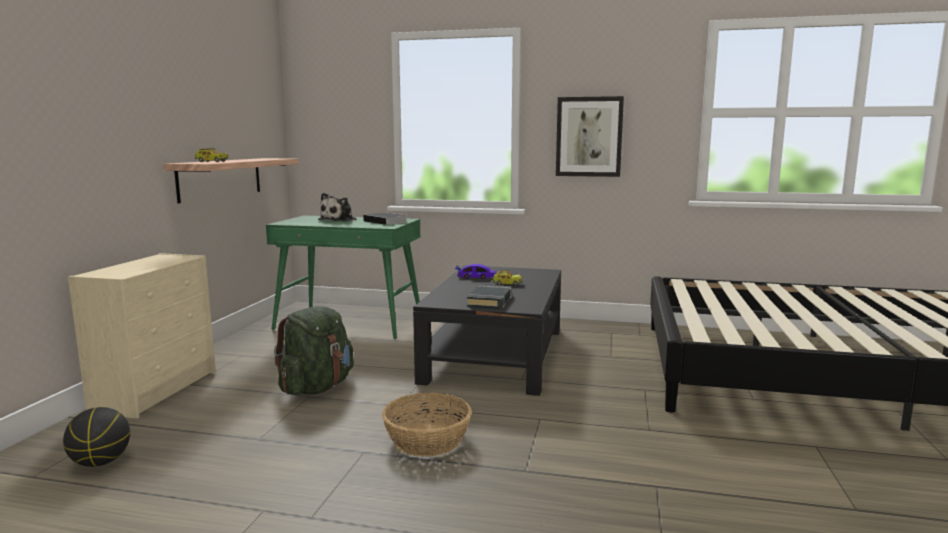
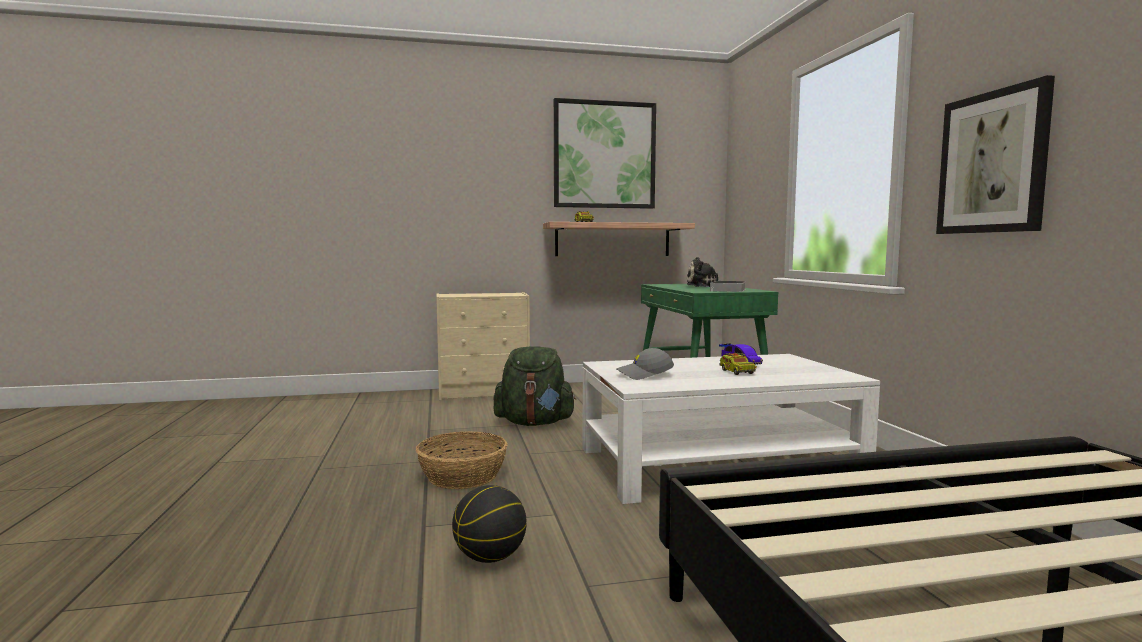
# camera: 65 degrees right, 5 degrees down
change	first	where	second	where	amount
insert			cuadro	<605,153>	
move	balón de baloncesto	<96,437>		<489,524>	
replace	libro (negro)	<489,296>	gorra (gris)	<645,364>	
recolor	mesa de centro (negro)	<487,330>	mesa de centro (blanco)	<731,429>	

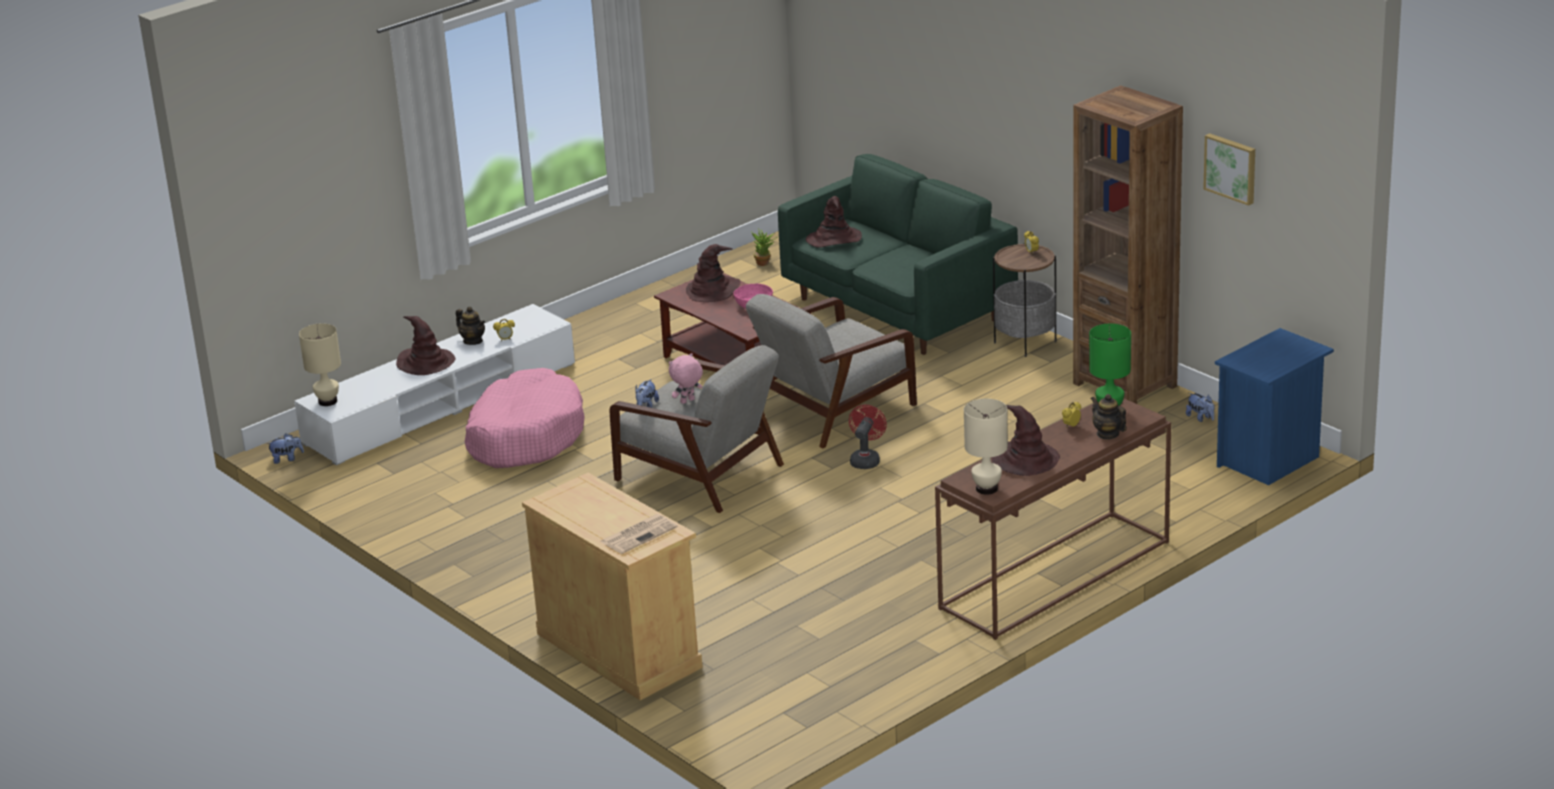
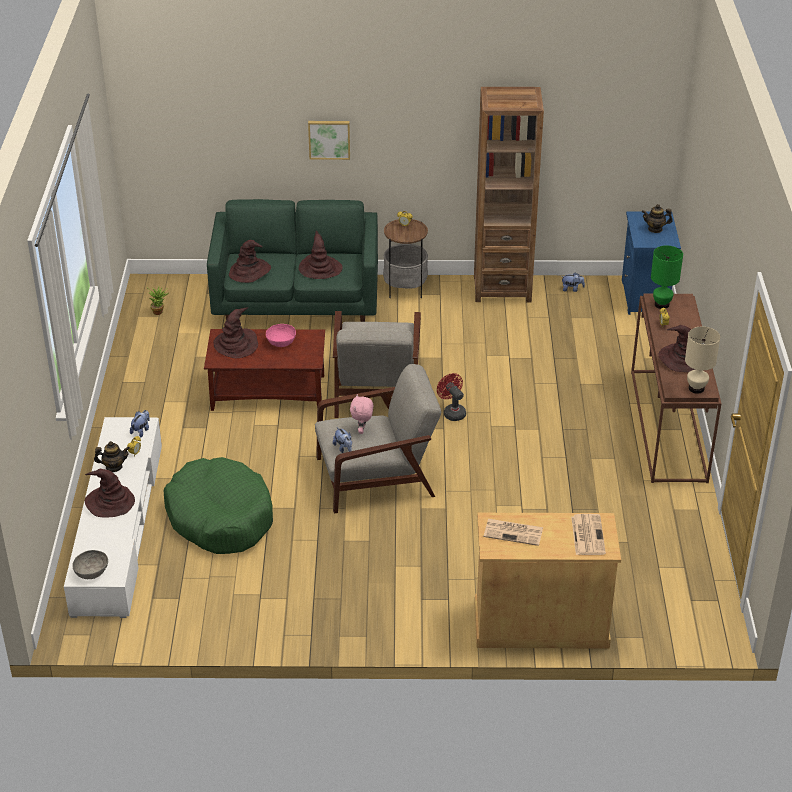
# camera: 50 degrees left, 10 degrees up
change	first	where	second	where	amount
insert			sombrero (marrón)	<321,255>	
insert			periódico	<513,532>	
move	peluche	<285,449>		<140,423>	
move	tetera	<1109,417>		<657,218>	
move	cuadro	<1229,169>		<329,140>	
replace	lámpara de mesa (beis)	<320,364>	cuenco (gris)	<90,564>	
recolor	cama para perro (rosa)	<525,418>	cama para perro (verde)	<218,505>	

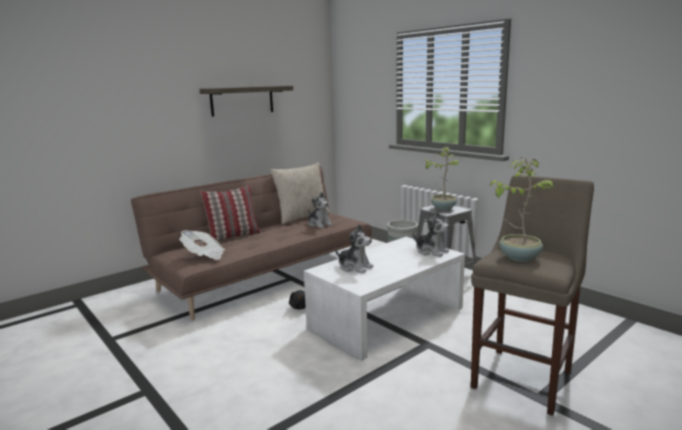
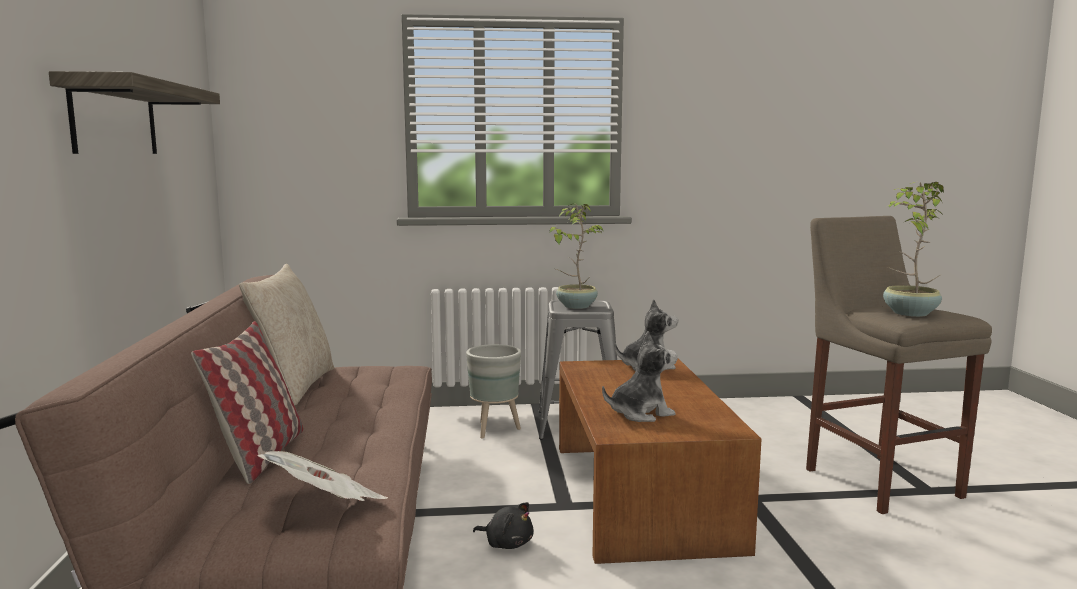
# camera: 55 degrees left, 5 degrees down
change	first	where	second	where	amount
delete	peluche	<320,210>			
recolor	mesa de centro (blanco)	<384,299>	mesa de centro (marrón)	<660,461>	

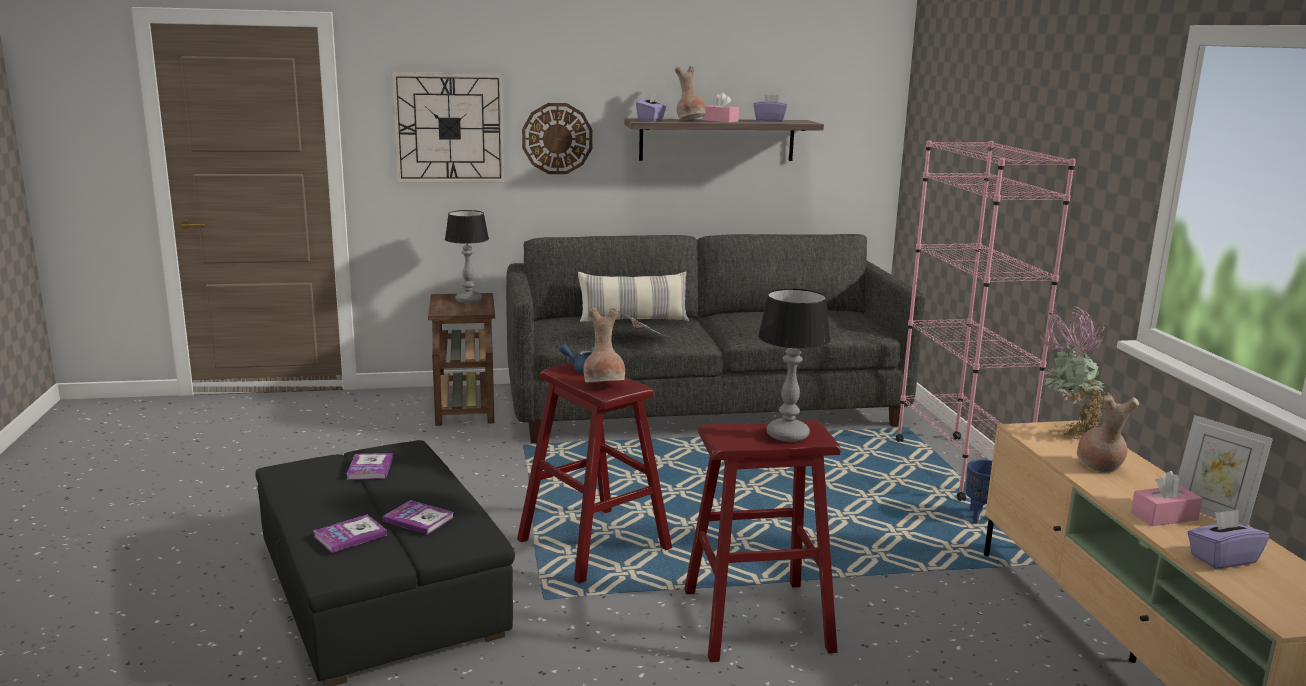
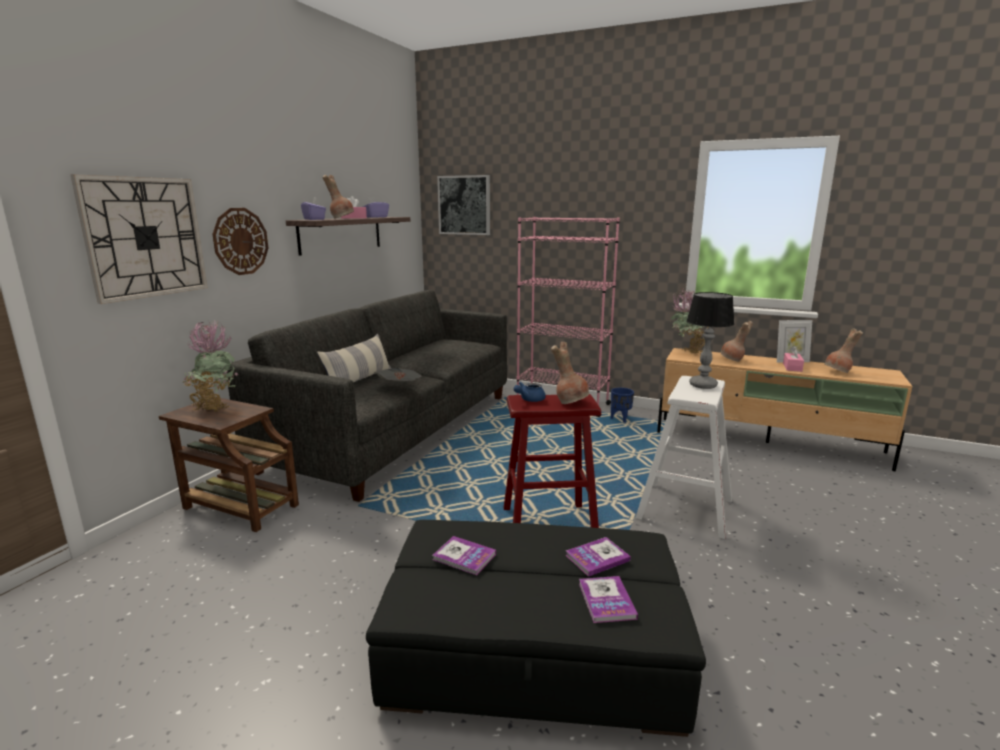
# camera: 55 degrees left, 0 degrees up
change	first	where	second	where	amount
insert			cuadro	<463,205>	
replace	lámpara de mesa	<467,256>	planta en maceta	<211,366>	
replace	caja de pañuelos (morado)	<1228,539>	florero (marrón)	<844,351>	
recolor	taburete (rojo)	<762,541>	taburete (blanco)	<683,457>	

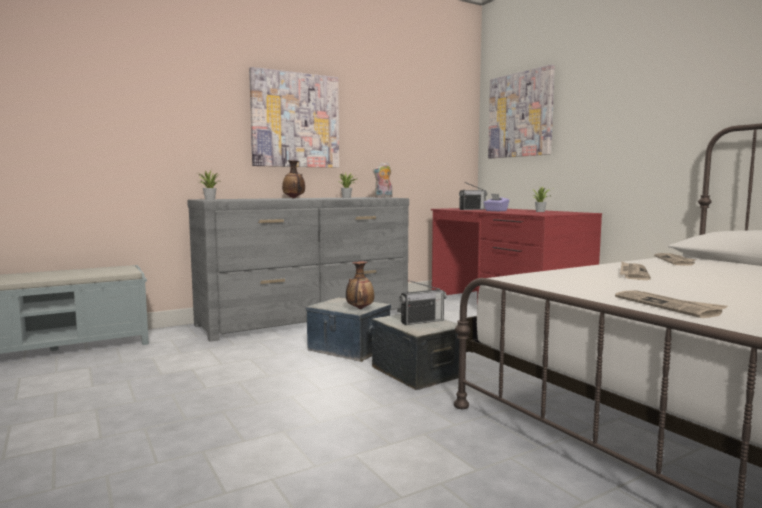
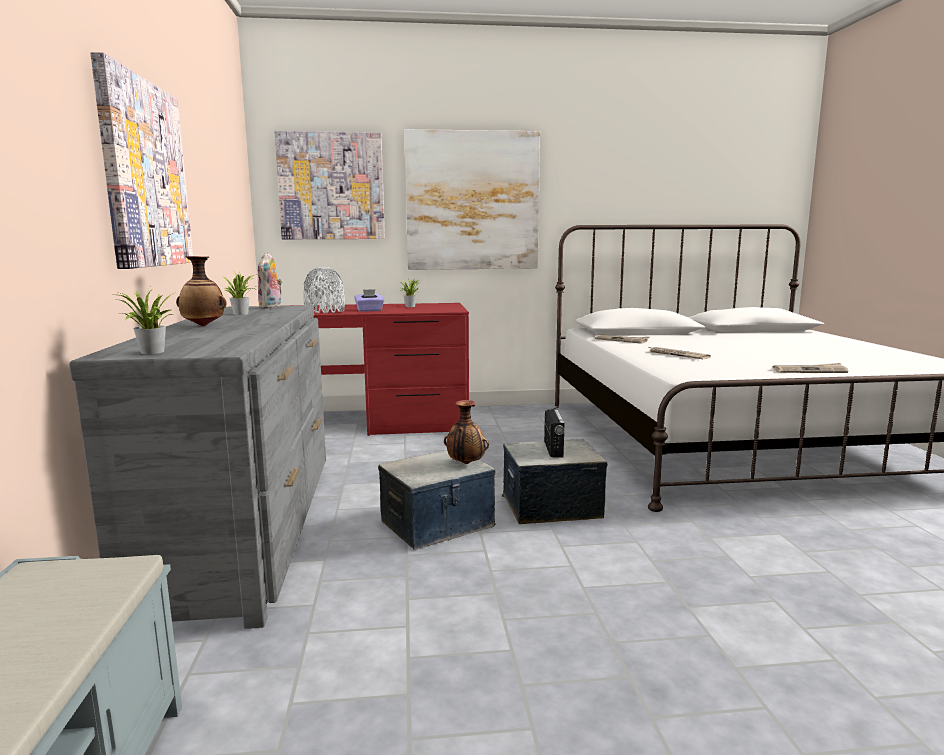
# camera: 65 degrees left, 5 degrees up
change	first	where	second	where	amount
insert			cuadro	<472,199>	
replace	radio	<473,196>	florero (gris)	<324,290>	

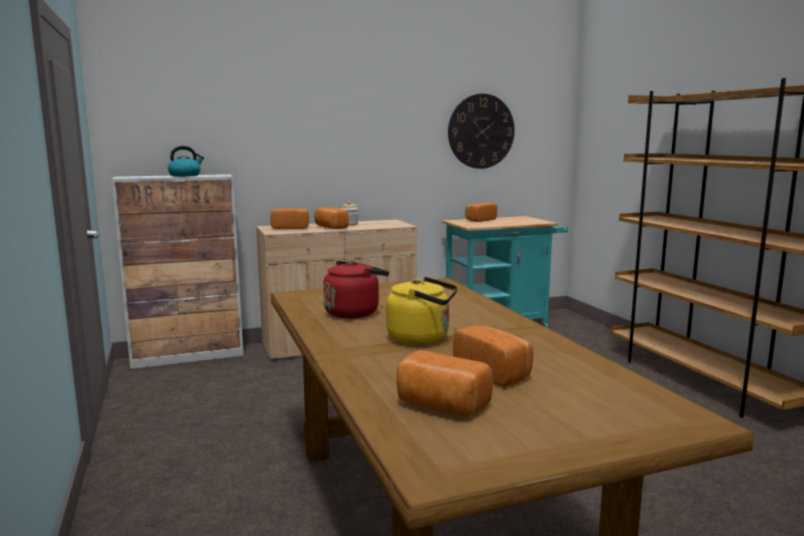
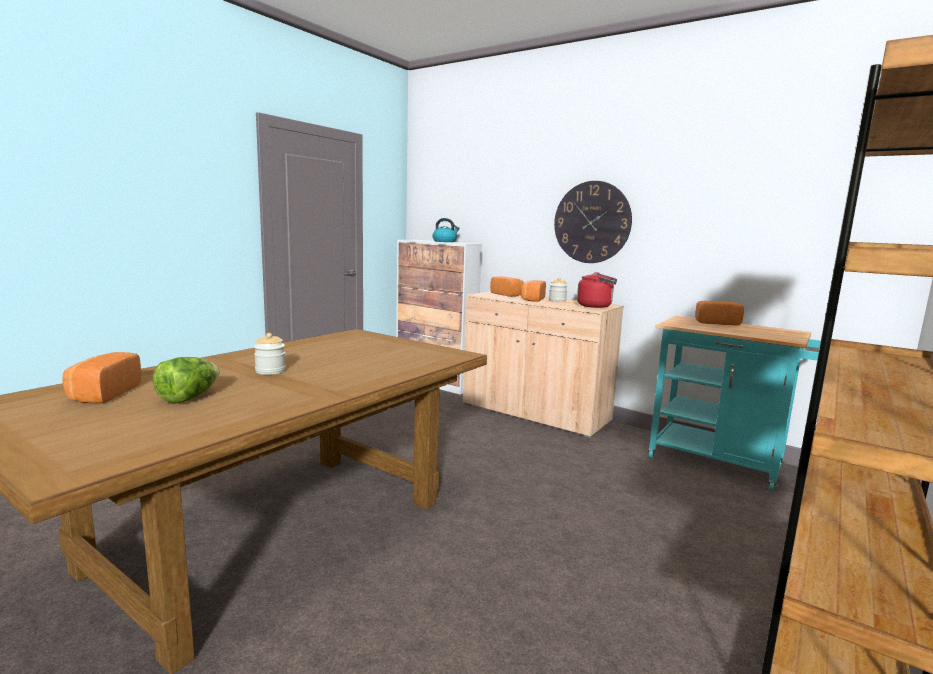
# camera: 55 degrees right, 0 degrees up
change	first	where	second	where	amount
move	hervidor (rojo)	<356,289>		<597,290>	
move	reloj de pared	<481,131>		<593,222>	
replace	hervidor (amarillo)	<422,311>	tarro	<270,354>	
replace	pan	<493,356>	lechuga	<186,380>	

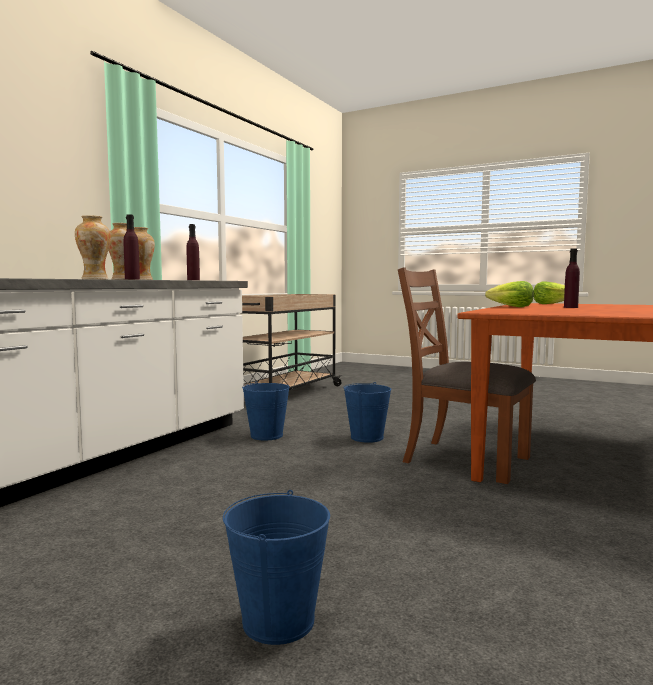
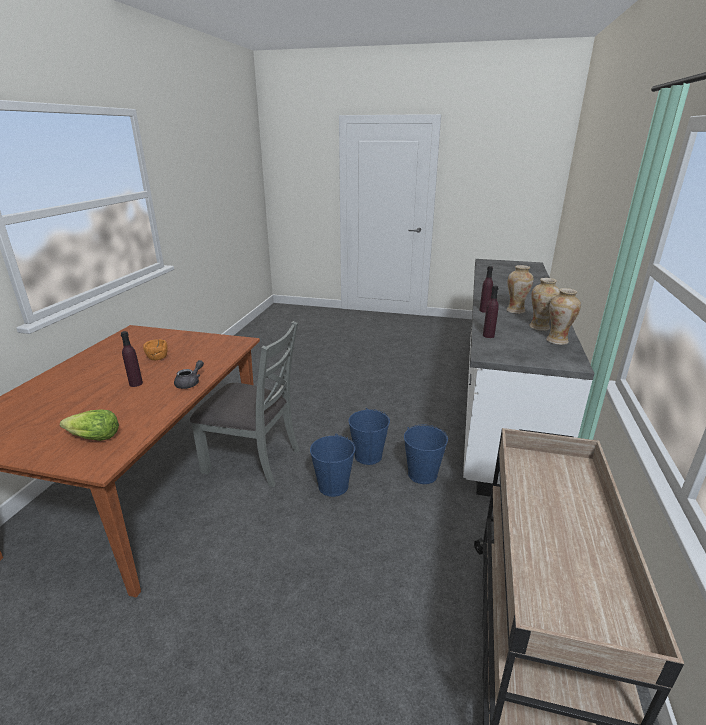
# camera: 165 degrees right, 20 degrees up
change	first	where	second	where	amount
insert			cuenco (naranja)	<155,349>	
move	cubo (azul)	<276,567>		<369,436>	
replace	lechuga	<509,294>	tetera (gris)	<189,374>	
recolor	silla (marrón)	<467,375>	silla (gris)	<245,404>	

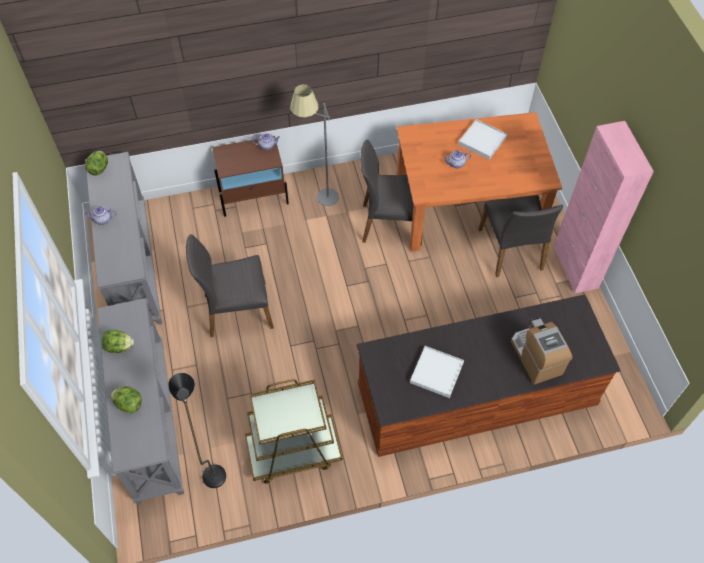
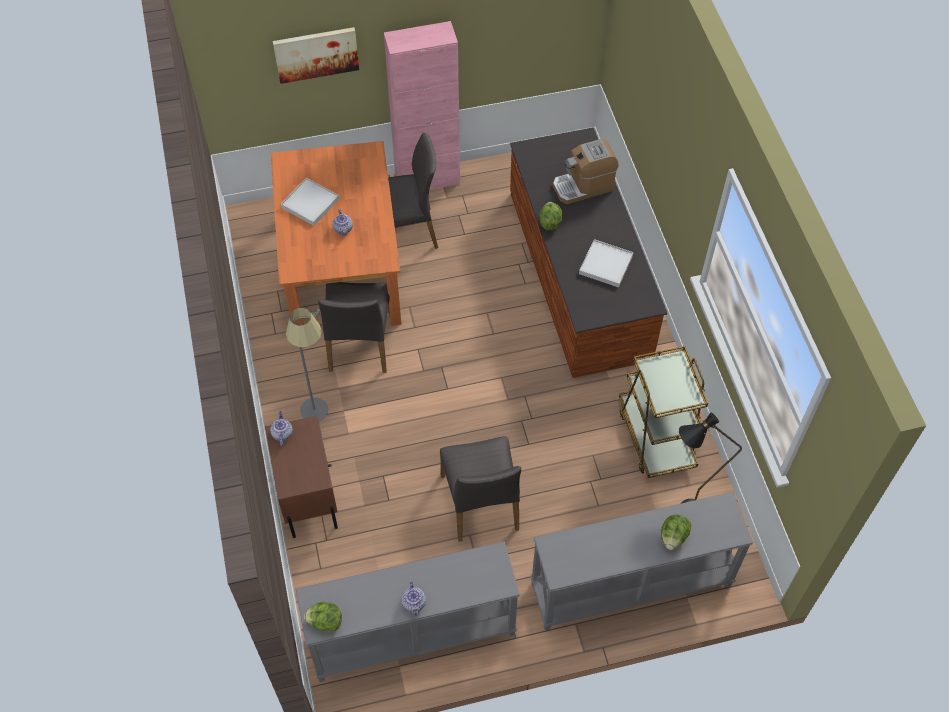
# camera: 90 degrees left, 0 degrees up
change	first	where	second	where	amount
insert			cuadro	<316,55>	
move	lechuga	<118,341>		<551,216>	

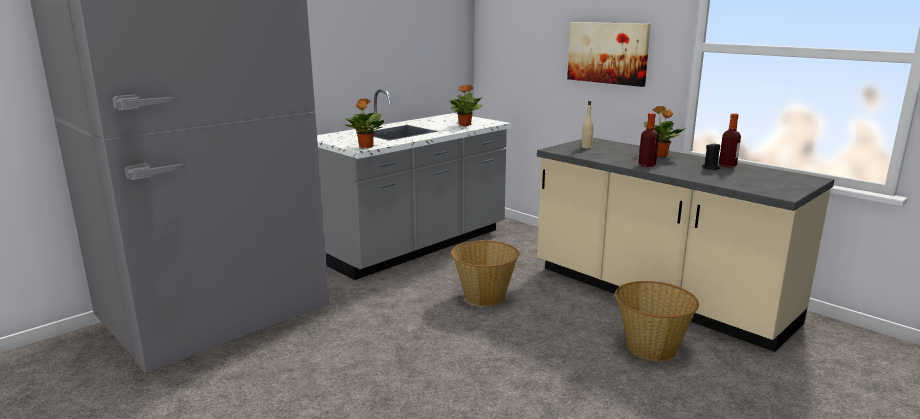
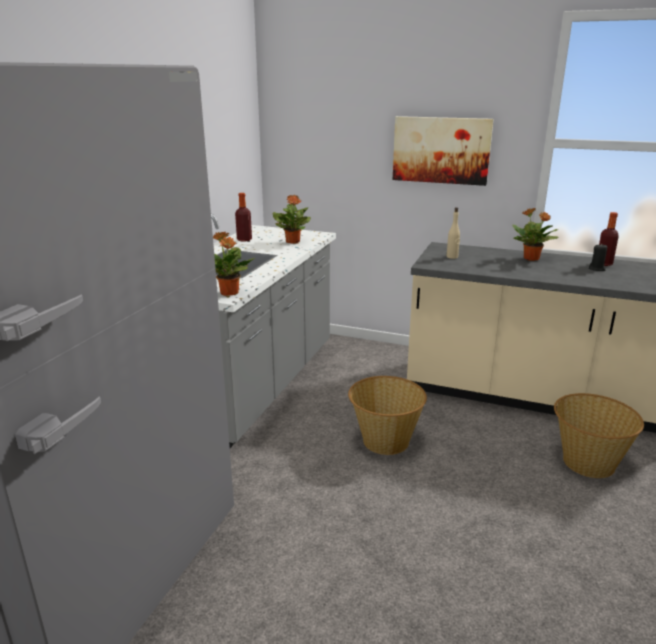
# camera: 25 degrees left, 5 degrees up
change	first	where	second	where	amount
move	botella	<649,140>		<243,217>	

